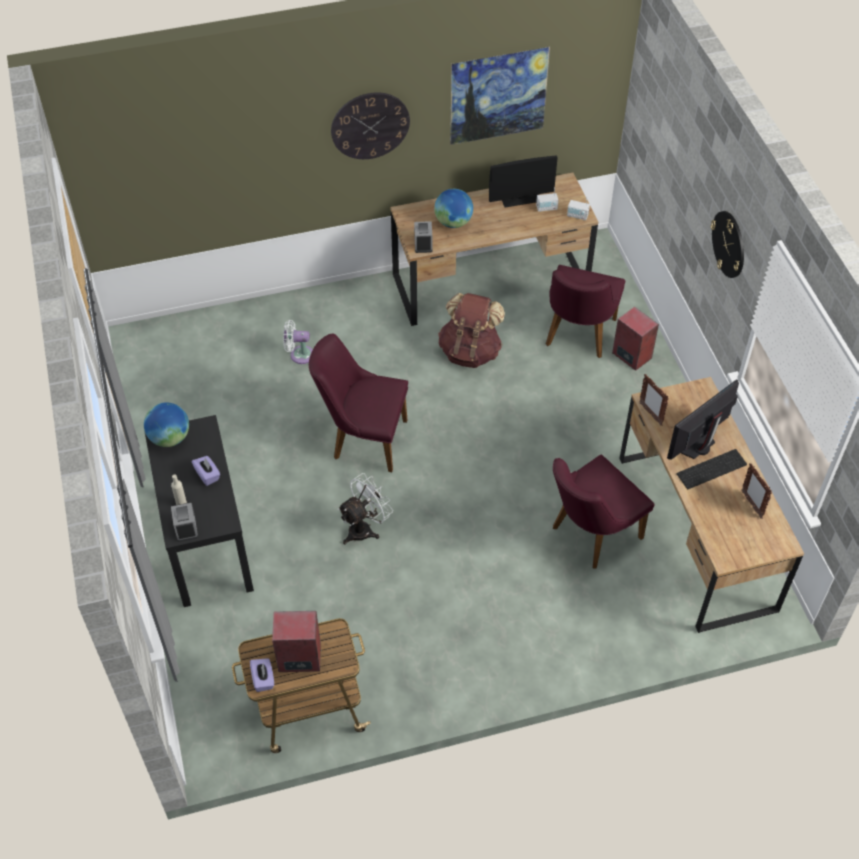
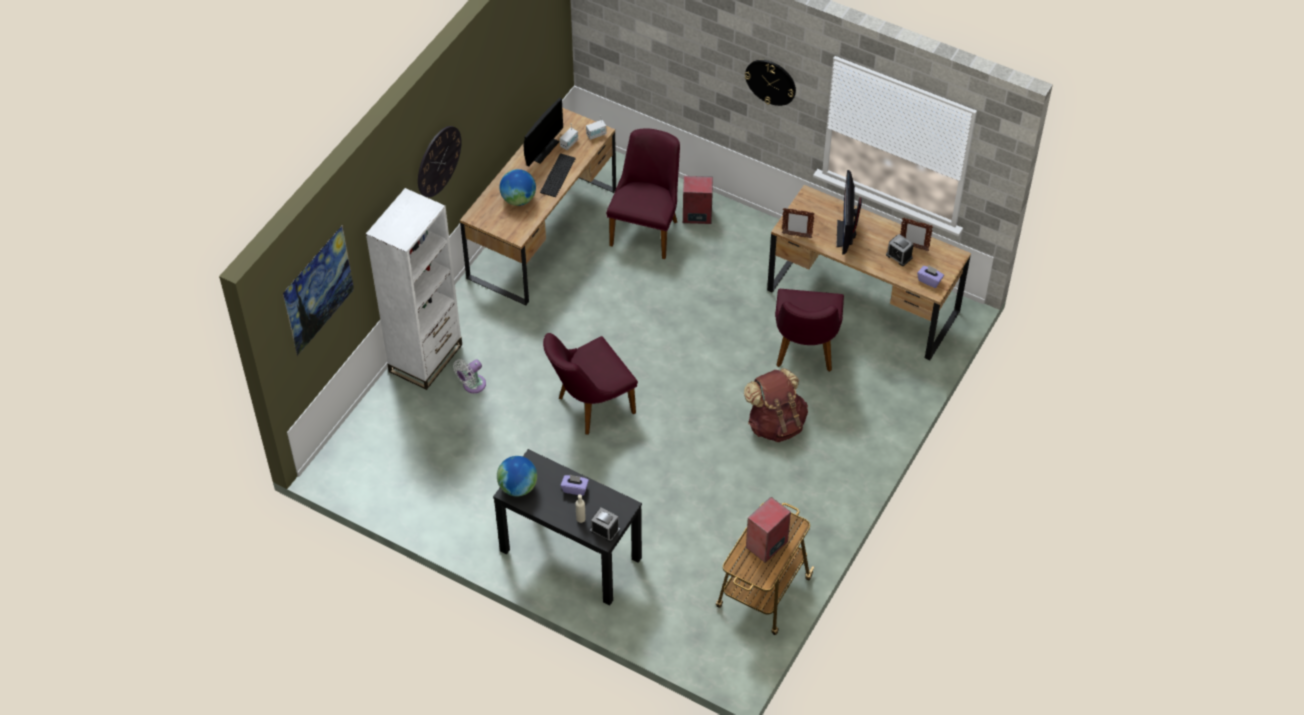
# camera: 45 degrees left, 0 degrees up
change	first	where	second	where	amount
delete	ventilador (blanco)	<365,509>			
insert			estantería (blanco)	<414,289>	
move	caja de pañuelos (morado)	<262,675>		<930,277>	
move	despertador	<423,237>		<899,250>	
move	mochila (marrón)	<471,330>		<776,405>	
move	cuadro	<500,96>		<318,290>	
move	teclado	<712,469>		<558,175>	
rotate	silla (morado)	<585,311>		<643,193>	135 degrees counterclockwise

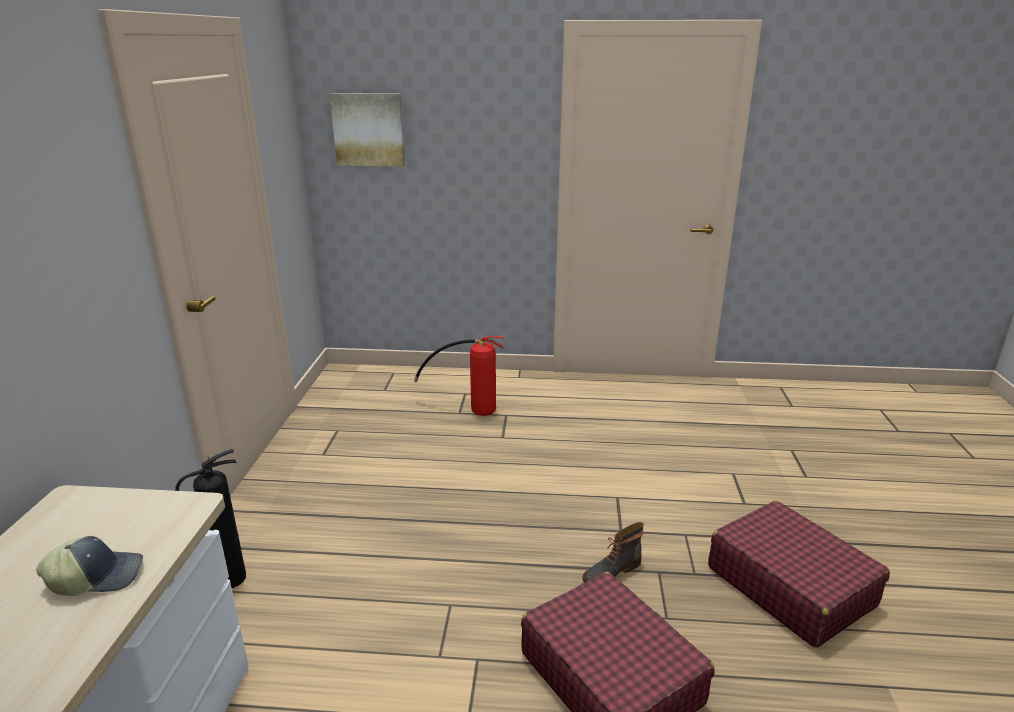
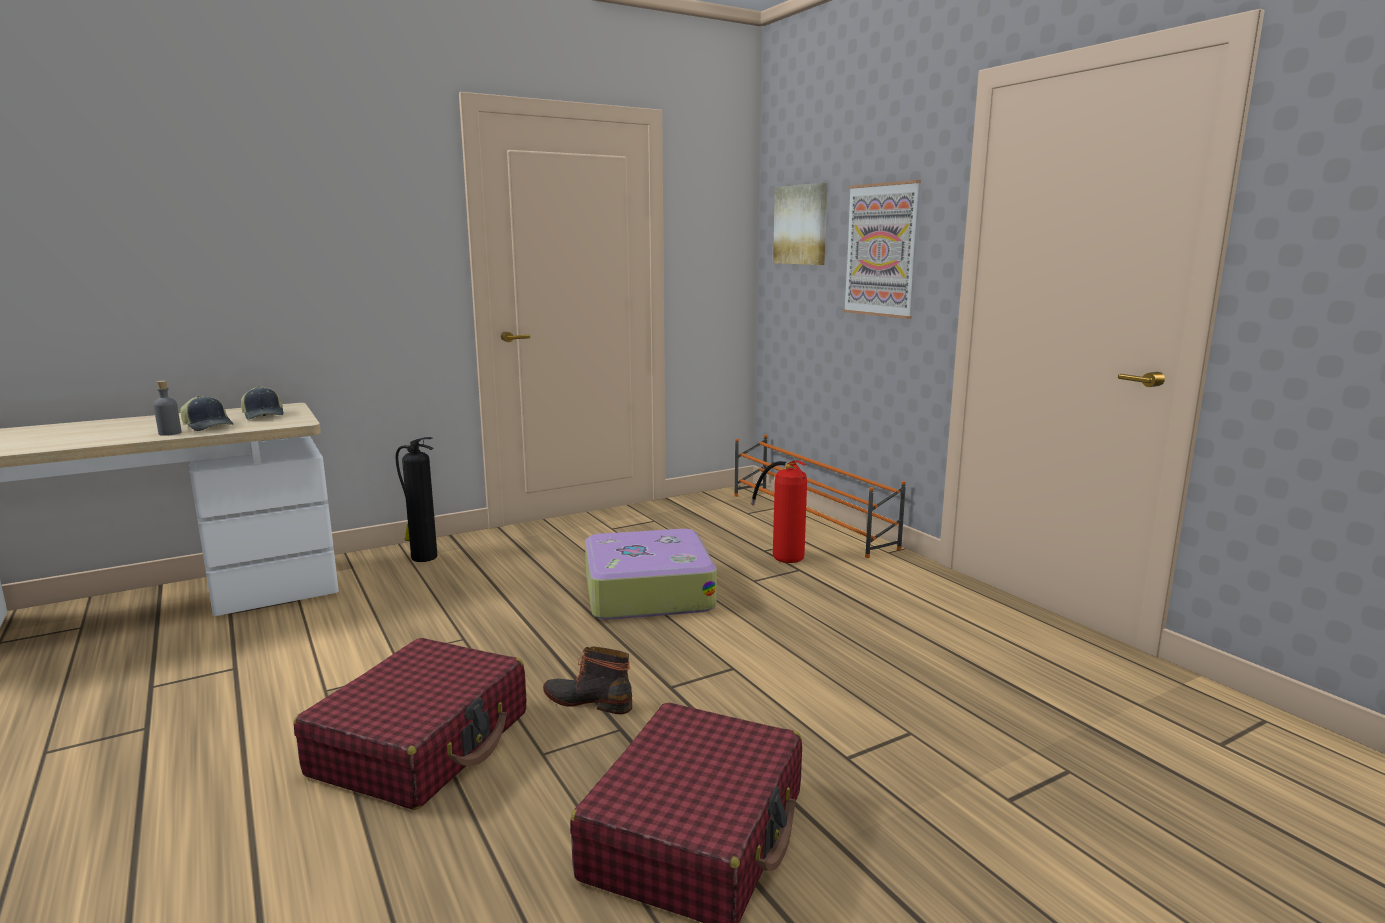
# camera: 55 degrees right, 10 degrees down
change	first	where	second	where	amount
insert			botella (gris)	<167,408>	
insert			gorra	<262,403>	
insert			maleta	<651,574>	
insert			zapatero (naranja)	<820,496>	
insert			cuadro	<882,249>	

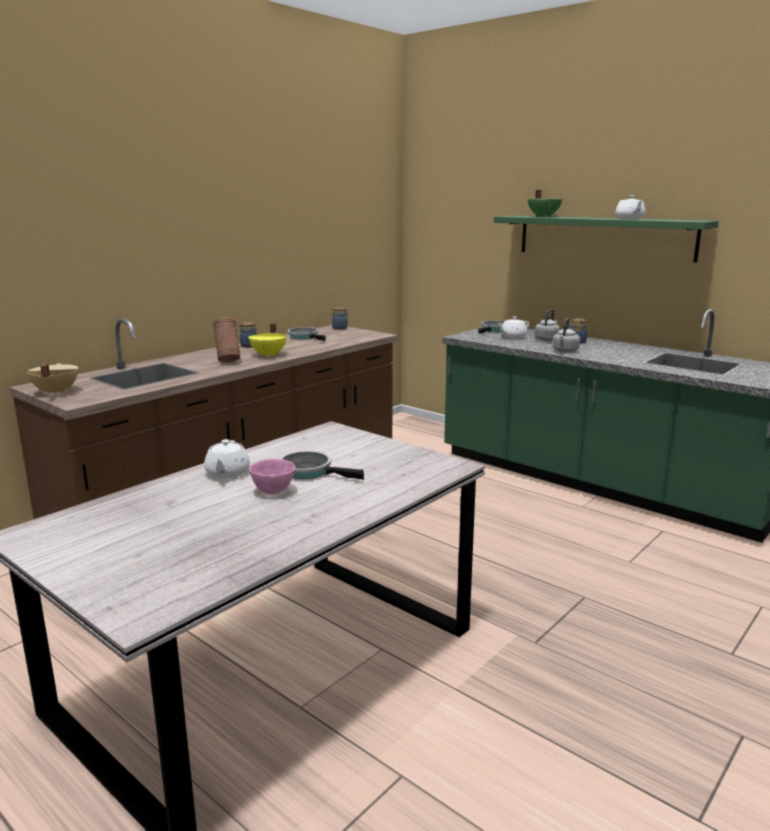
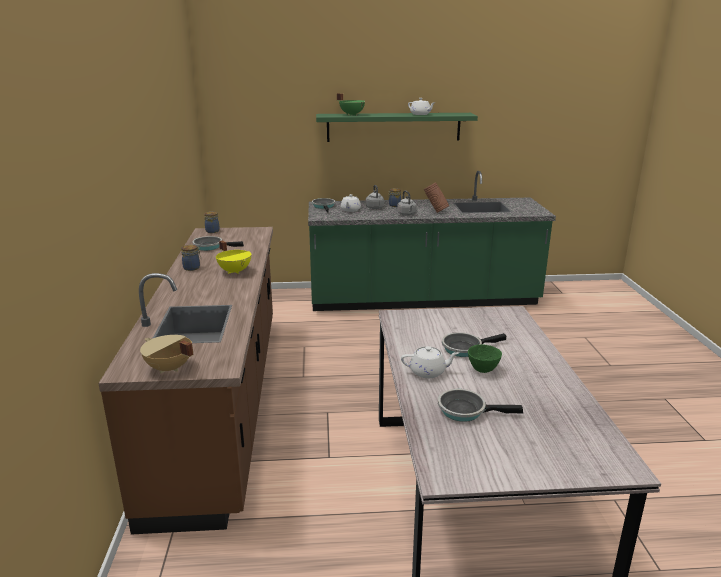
# camera: 45 degrees left, 5 degrees up
change	first	where	second	where	amount
insert			sartén	<480,405>	
move	florero (marrón)	<226,339>		<436,197>	
recolor	cuenco (rosa)	<272,477>	cuenco (verde)	<485,358>	
rotate	tetera (blanco)	<227,458>		<430,362>	45 degrees counterclockwise

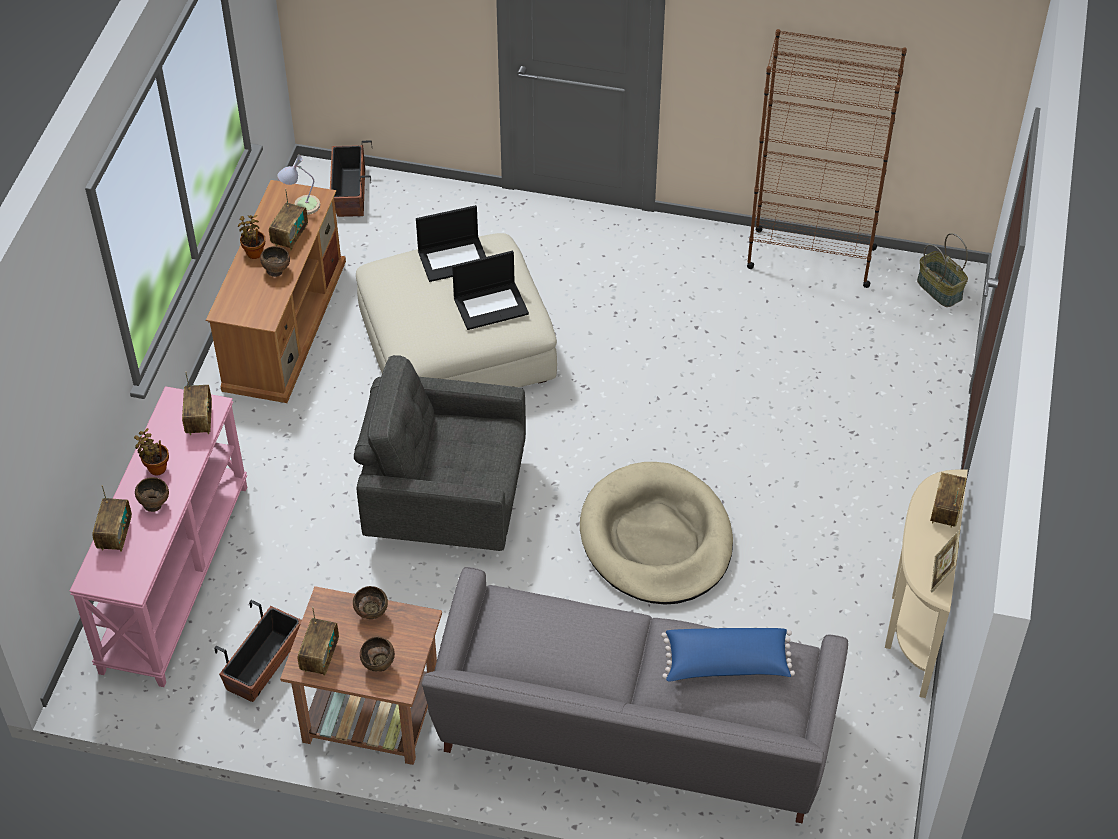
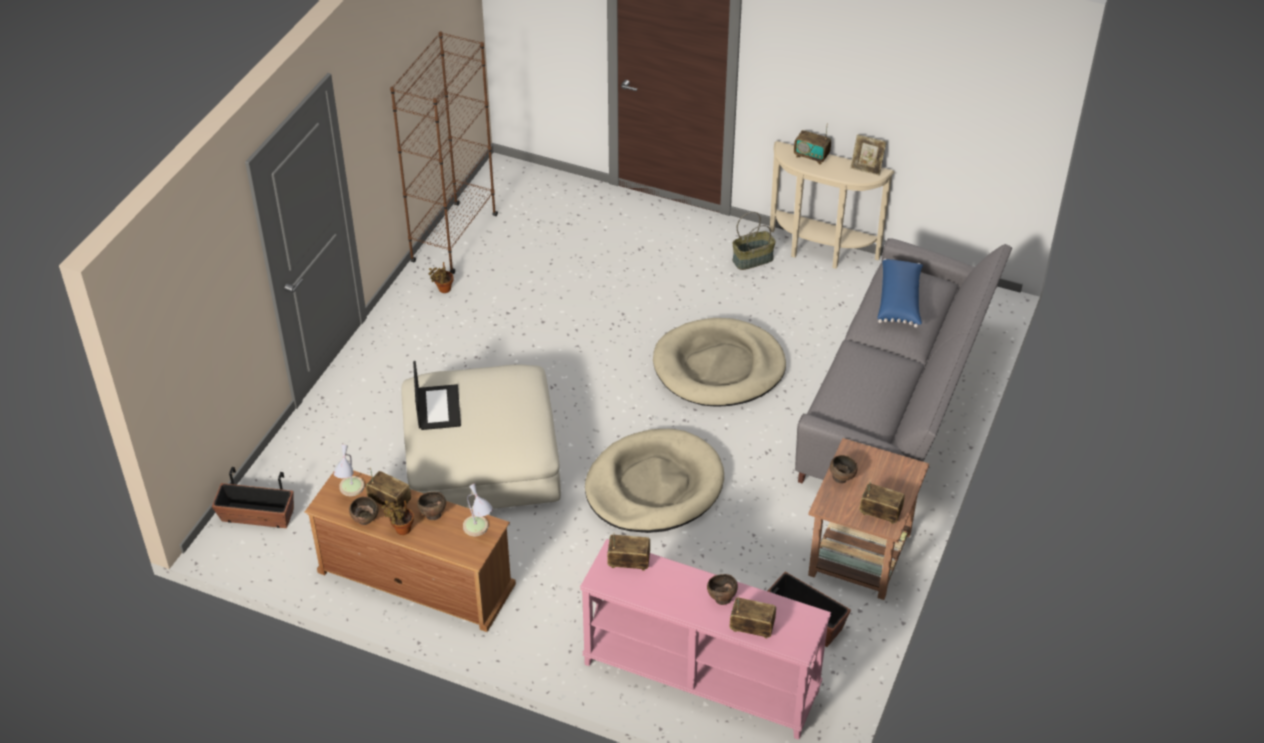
# camera: 80 degrees left, 5 degrees down
change	first	where	second	where	amount
delete	portátil	<490,290>			
insert			lámpara de mesa	<478,509>	
move	planta en maceta	<151,451>		<441,277>	
move	cuenco (marrón)	<377,654>		<364,511>	
move	cesta	<942,270>		<754,241>	
replace	sillón (gris)	<440,453>	cama para perro (beis)	<654,481>	

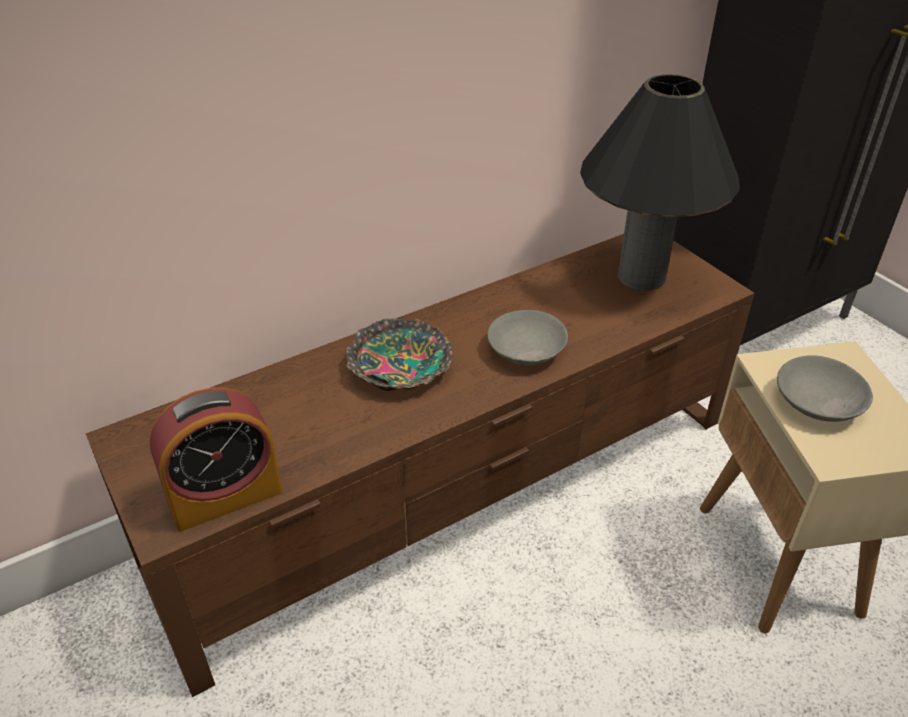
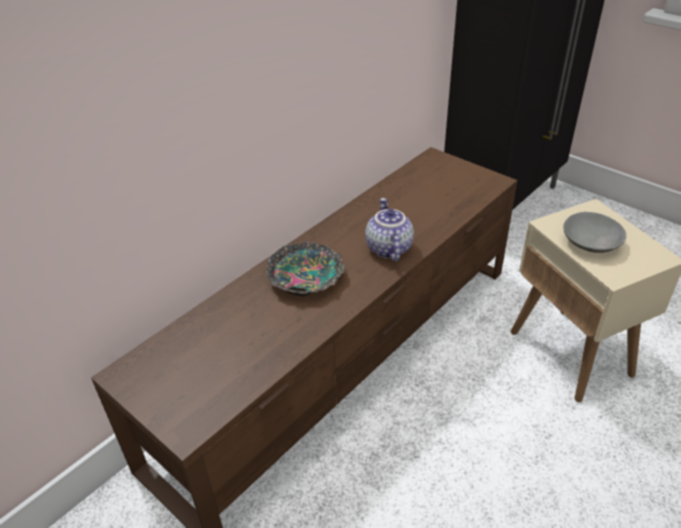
# camera: 15 degrees left, 0 degrees up
change	first	where	second	where	amount
delete	despertador	<215,459>			
delete	lámpara de mesa (negro)	<659,182>			
replace	cuenco (gris)	<527,337>	tetera	<389,229>	

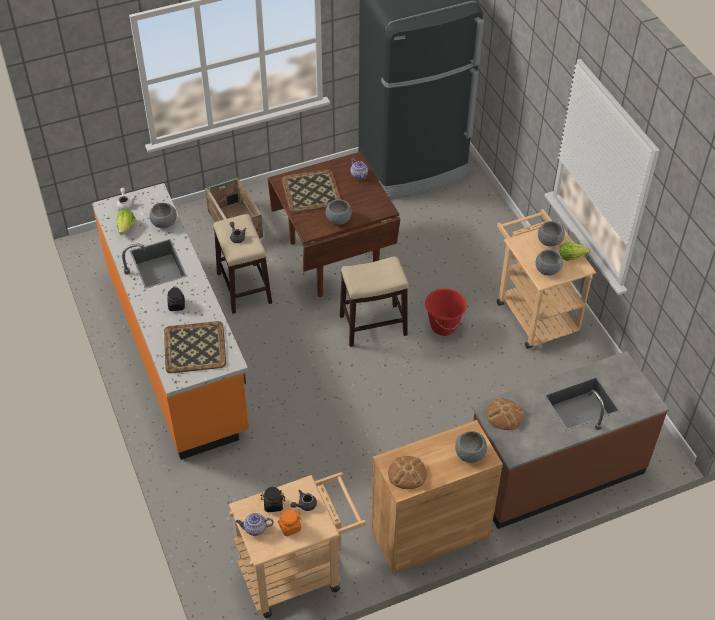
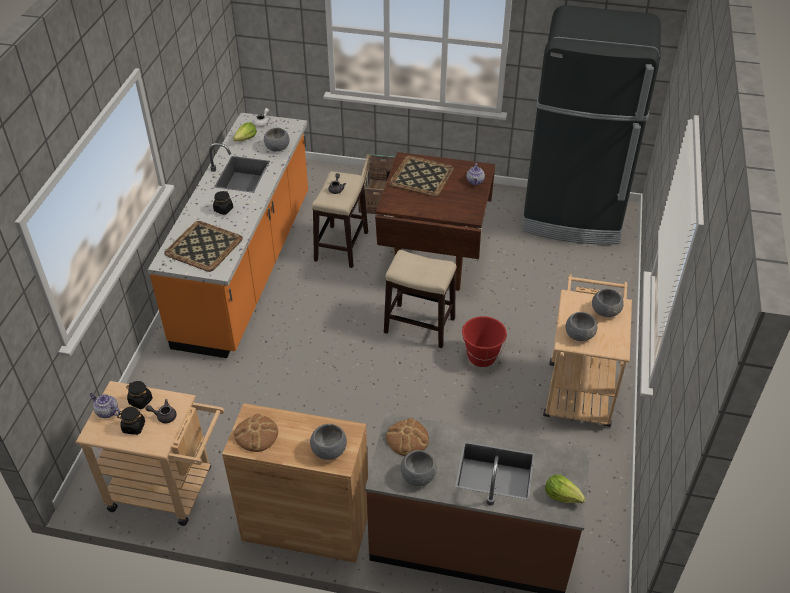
# camera: 35 degrees right, 5 degrees down
change	first	where	second	where	amount
move	cuenco (gris)	<338,212>		<419,468>	
move	lechuga	<575,251>		<565,489>	
recolor	tarro (naranja)	<289,522>	tarro (negro)	<131,421>	

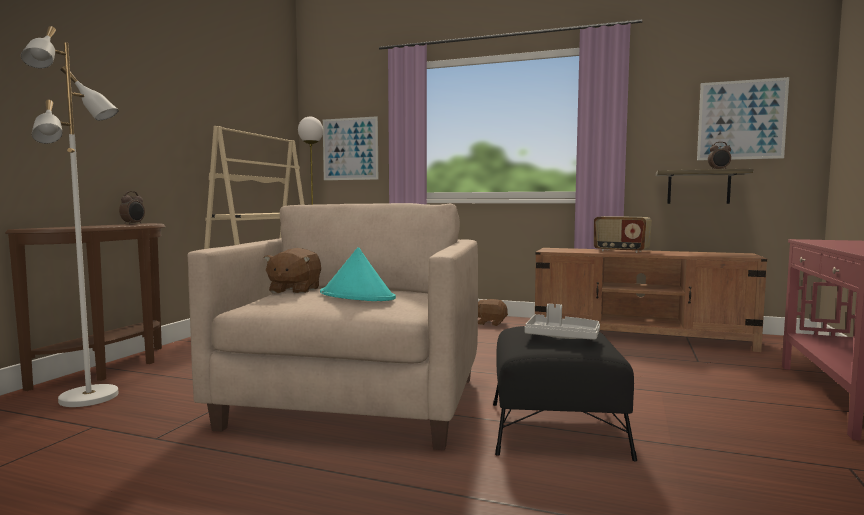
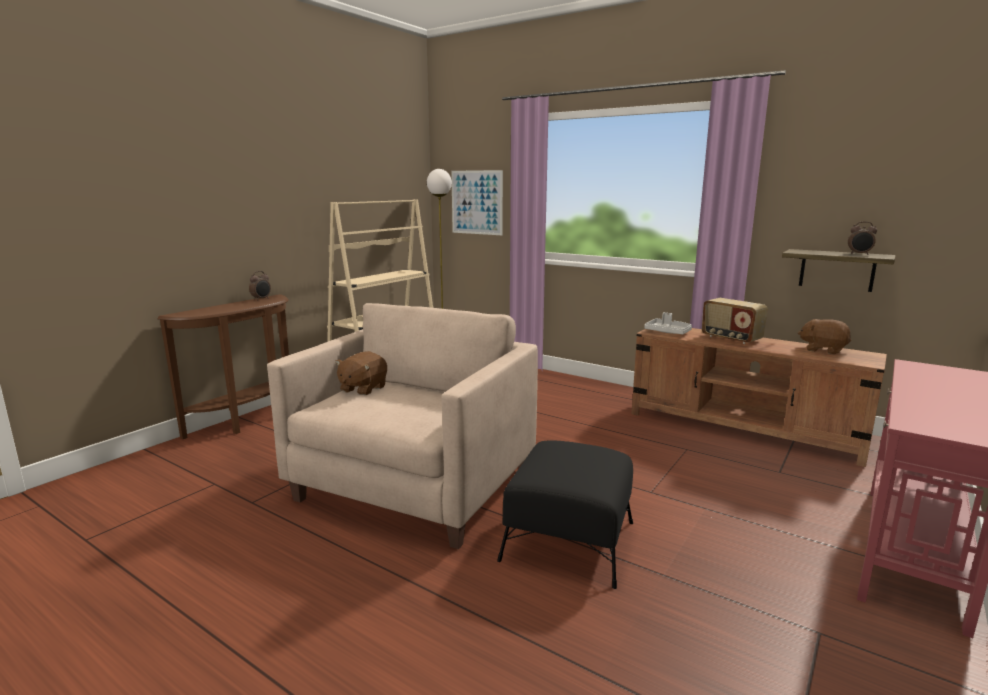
# camera: 15 degrees right, 10 degrees up
change	first	where	second	where	amount
delete	lámpara de pie (blanco)	<70,216>			
delete	sombrero (turquesa)	<358,274>			
delete	cuadro	<743,118>			
move	peluche (marrón)	<493,312>		<824,336>	
move	bandeja (gris)	<562,322>		<668,323>	

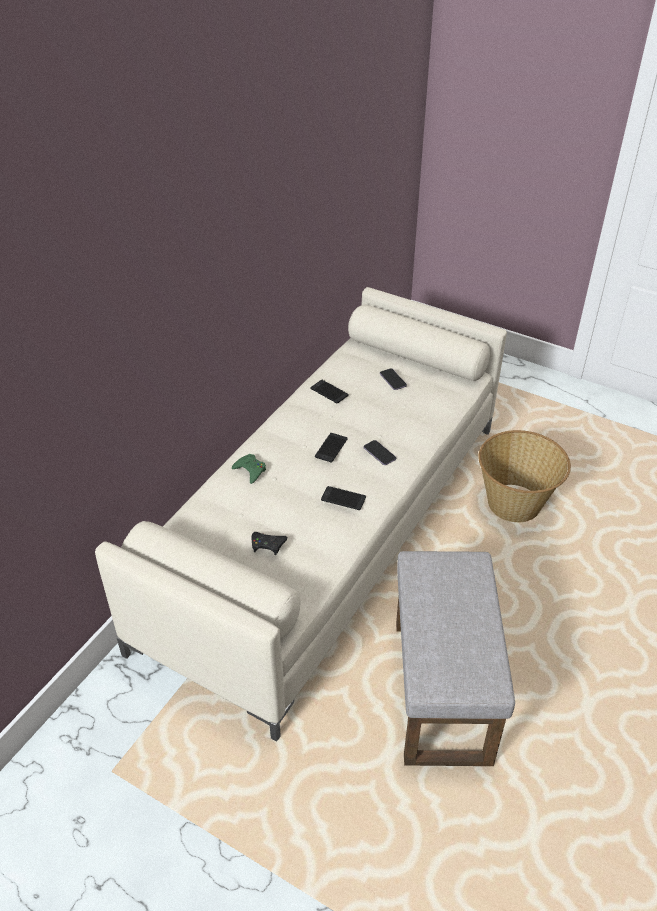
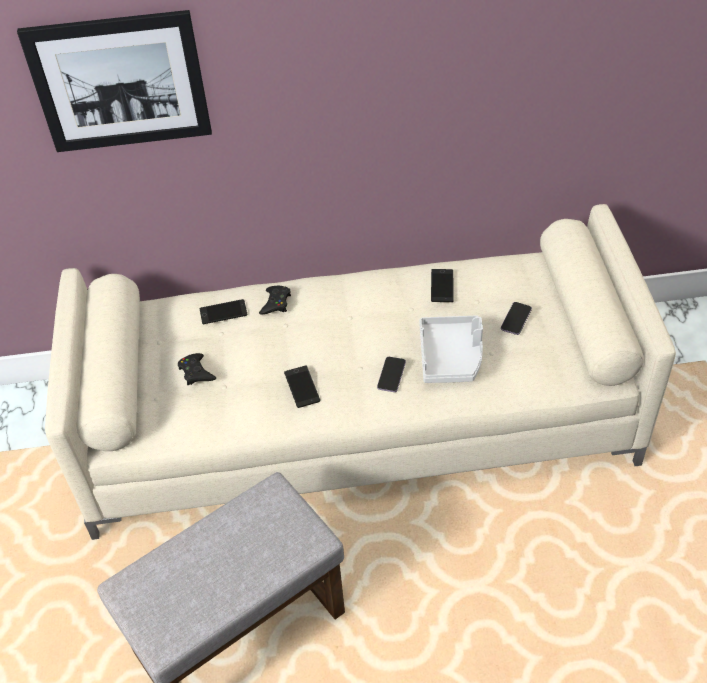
# camera: 55 degrees right, 5 degrees up
change	first	where	second	where	amount
delete	cesta	<525,476>			
insert			cuadro	<114,81>	
insert			bandeja (gris)	<451,349>	
move	móvil	<331,447>		<223,312>	
recolor	mando de consola (verde)	<249,469>	mando de consola (negro)	<275,300>	

